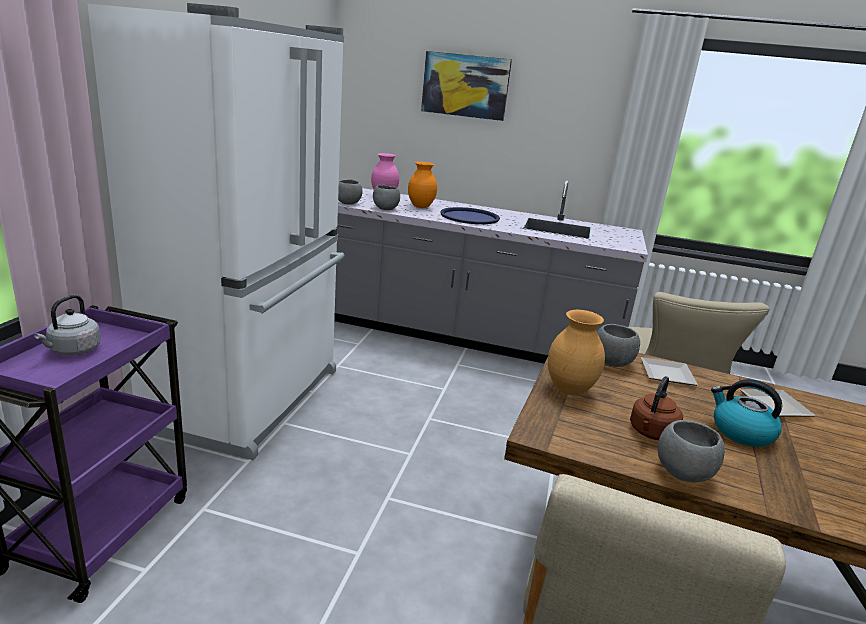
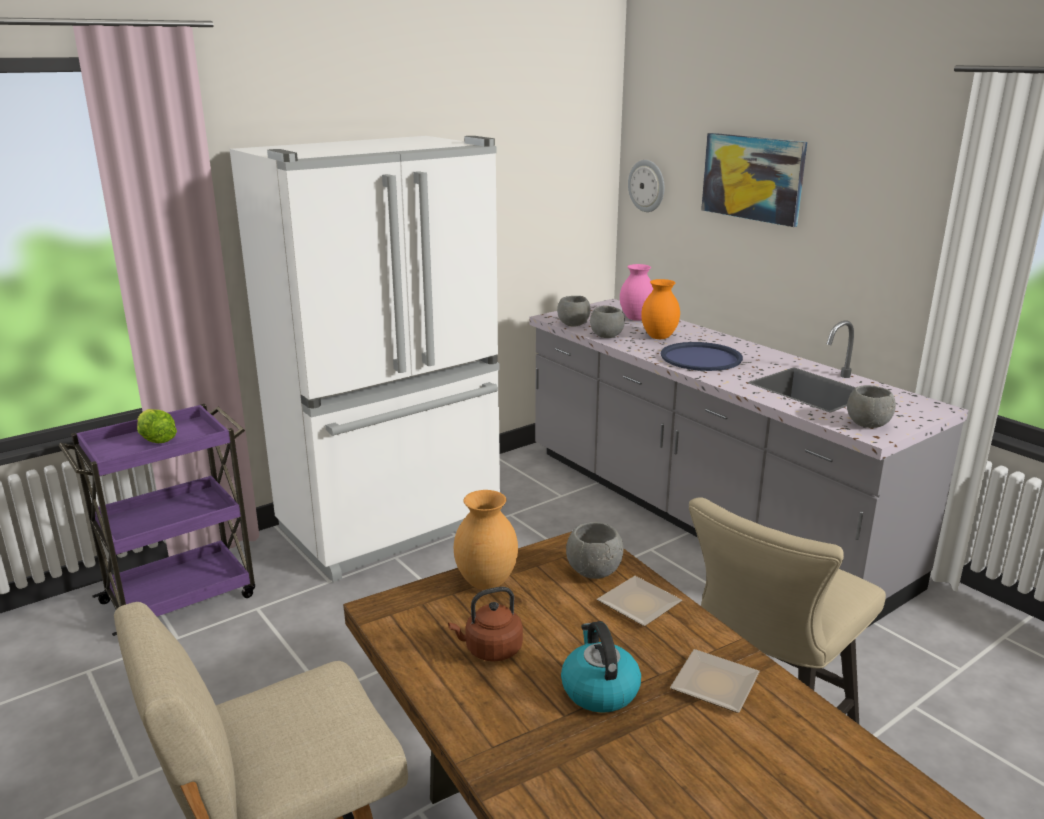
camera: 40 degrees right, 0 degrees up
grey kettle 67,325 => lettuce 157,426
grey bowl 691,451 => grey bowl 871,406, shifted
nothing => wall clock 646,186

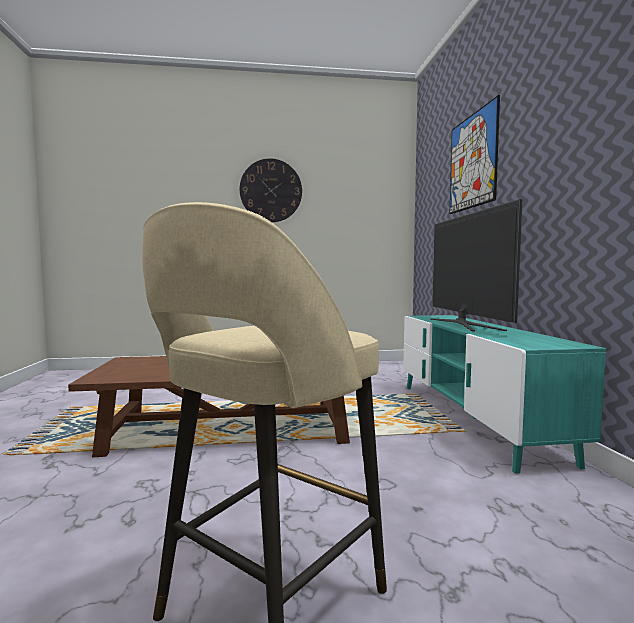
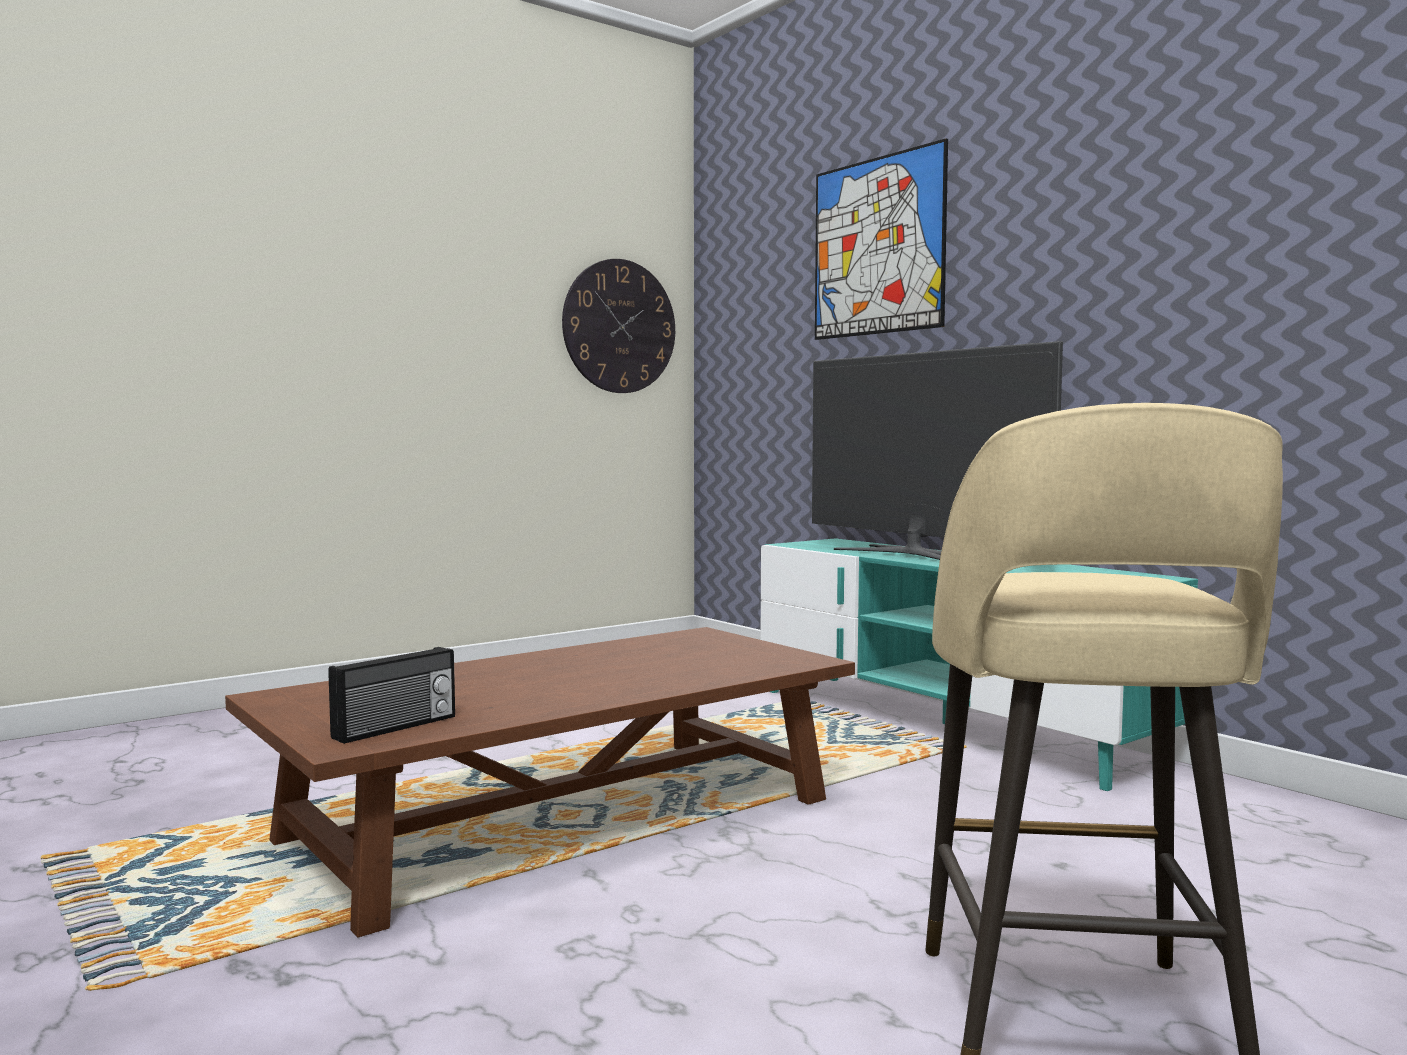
camera: 30 degrees left, 0 degrees up
wall clock 271,190 => wall clock 618,326, shifted
nothing => radio 391,695

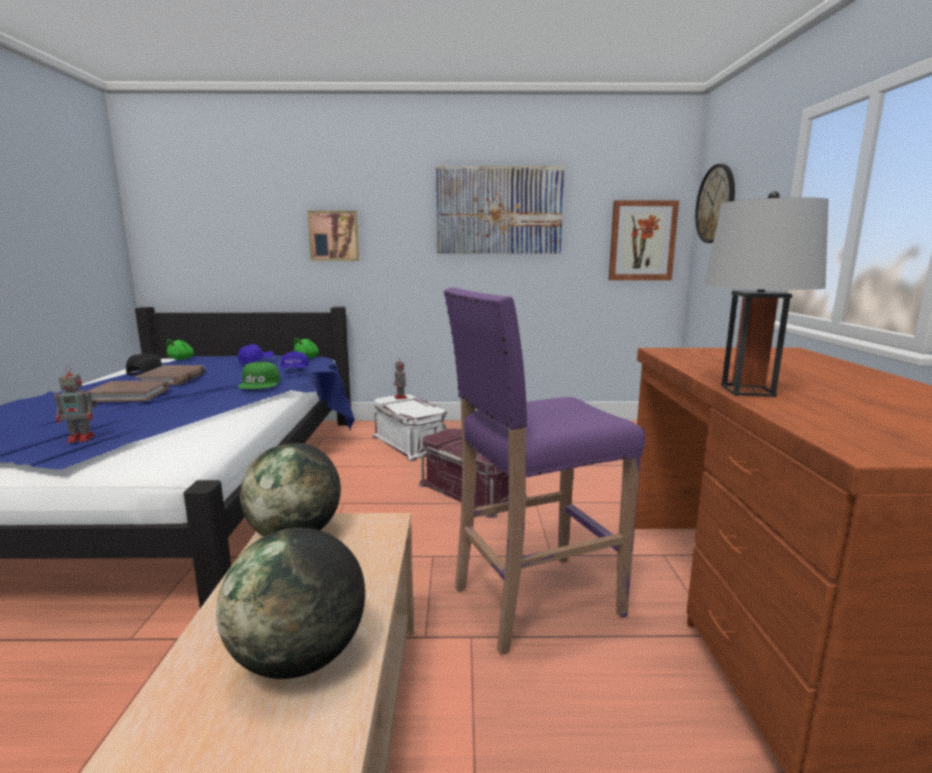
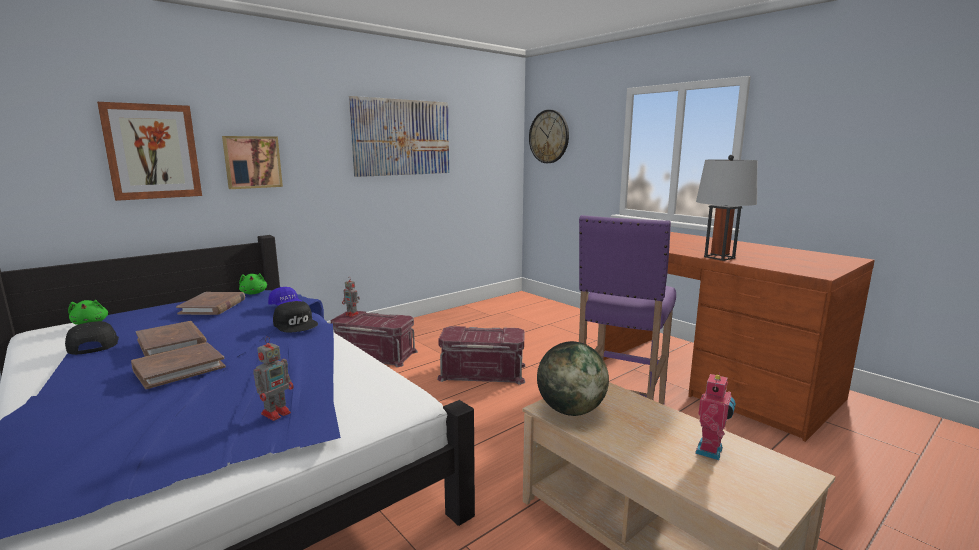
camera: 40 degrees left, 0 degrees up
globe 290,603 => toy robot 715,416
blue cap 255,354 => brown book 210,303
green cap 259,375 => black cap 295,316
white storage box 410,427 => red storage box 374,339
picture 644,240 => picture 149,151, shifted

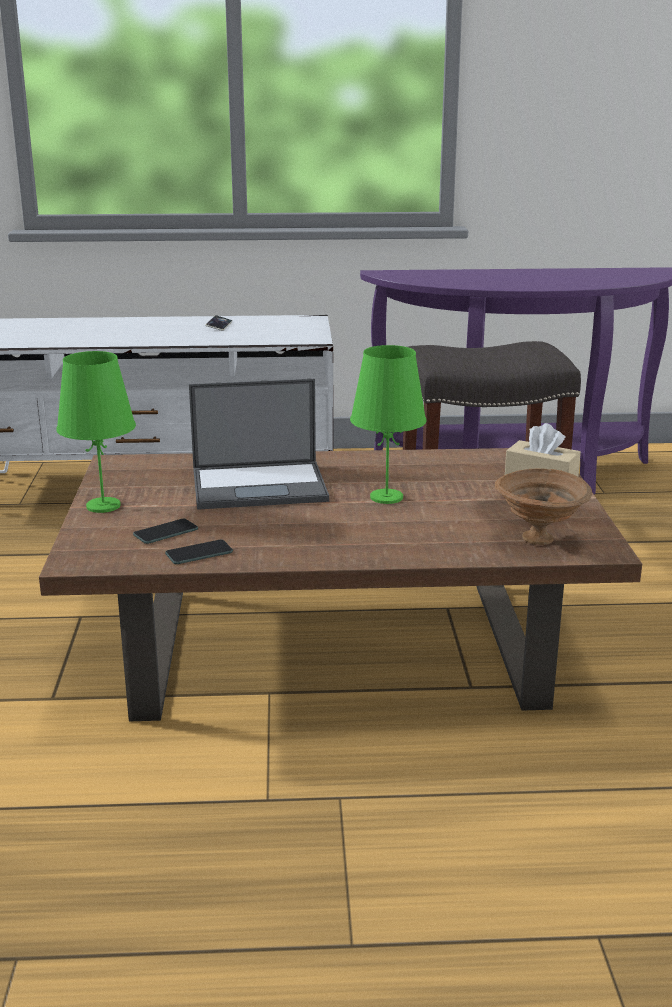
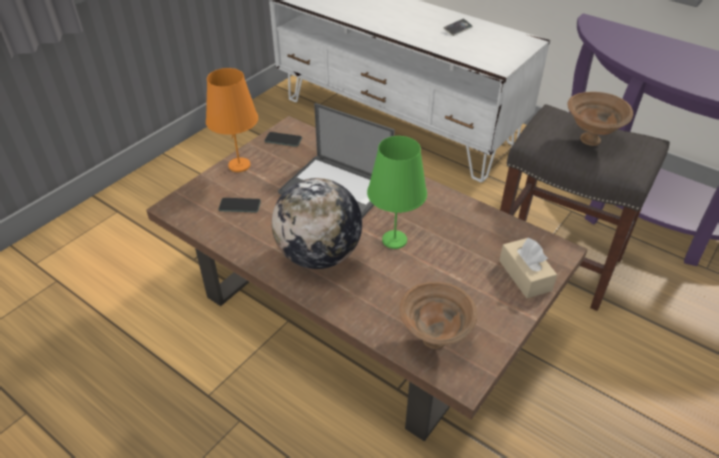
camera: 40 degrees right, 20 degrees up
green table lamp 96,432 => orange table lamp 232,120
phone 199,552 => phone 283,139, shifted
nothing => globe 317,223
nothing => brown bowl 600,119

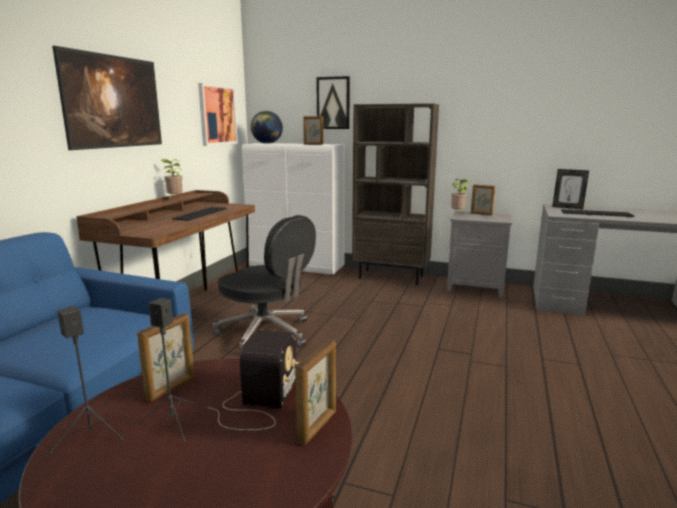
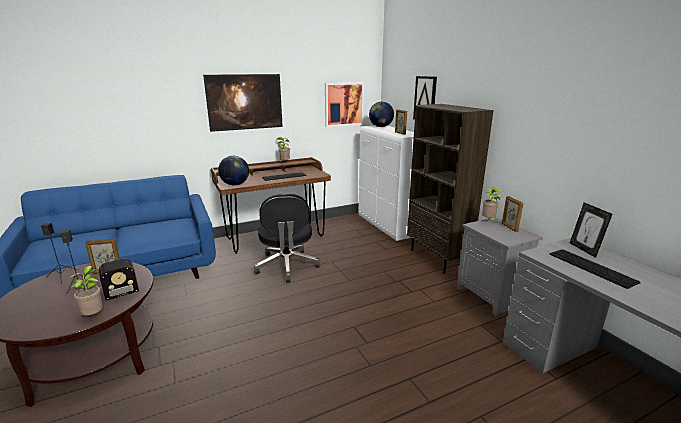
camera: 45 degrees right, 5 degrees up
picture frame 315,393 => potted plant 86,291
nothing => globe 233,170

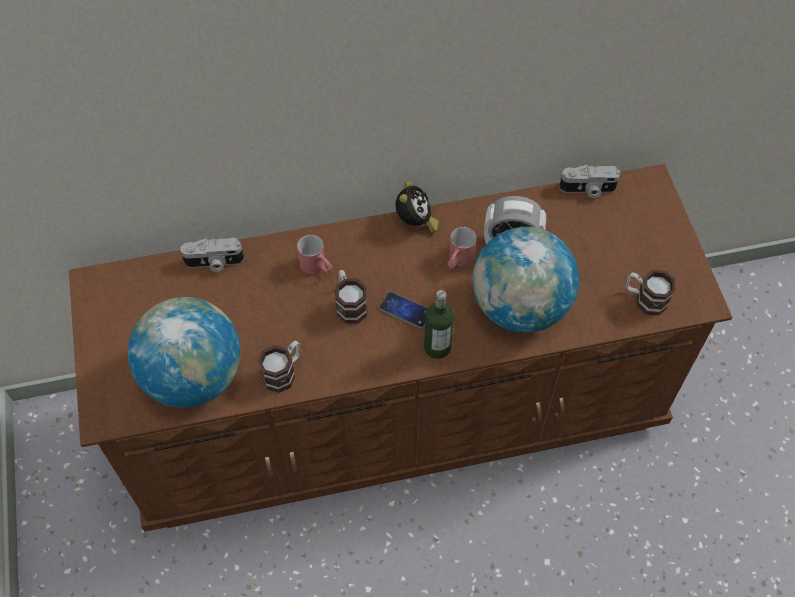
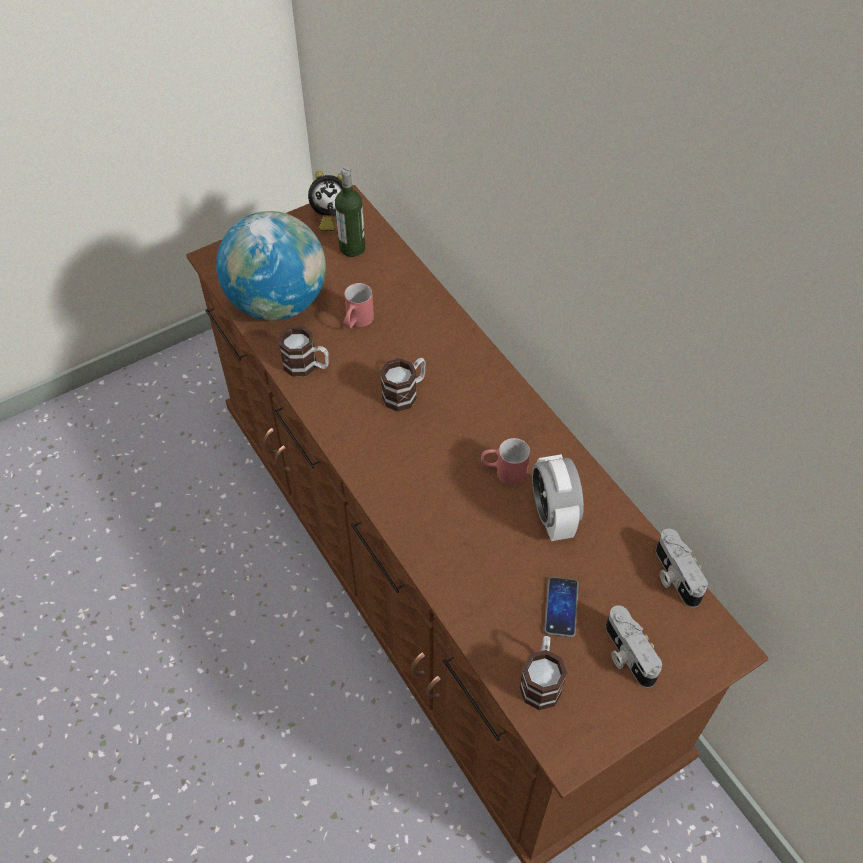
camera: 70 degrees right, 5 degrees down
photo camera 212,255 => photo camera 634,646, shifted
red mug 315,254 => red mug 359,306, shifted
phone 403,310 => phone 561,607, shifted
alarm clock 417,207 => alarm clock 325,201, shifted
bottle 439,324 => bottle 350,212, shifted
globe 526,280 => nothing

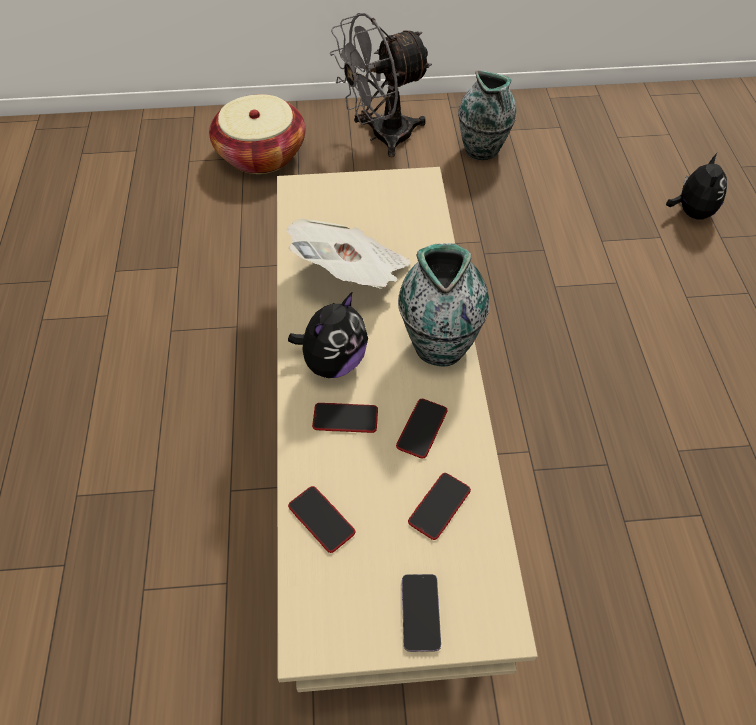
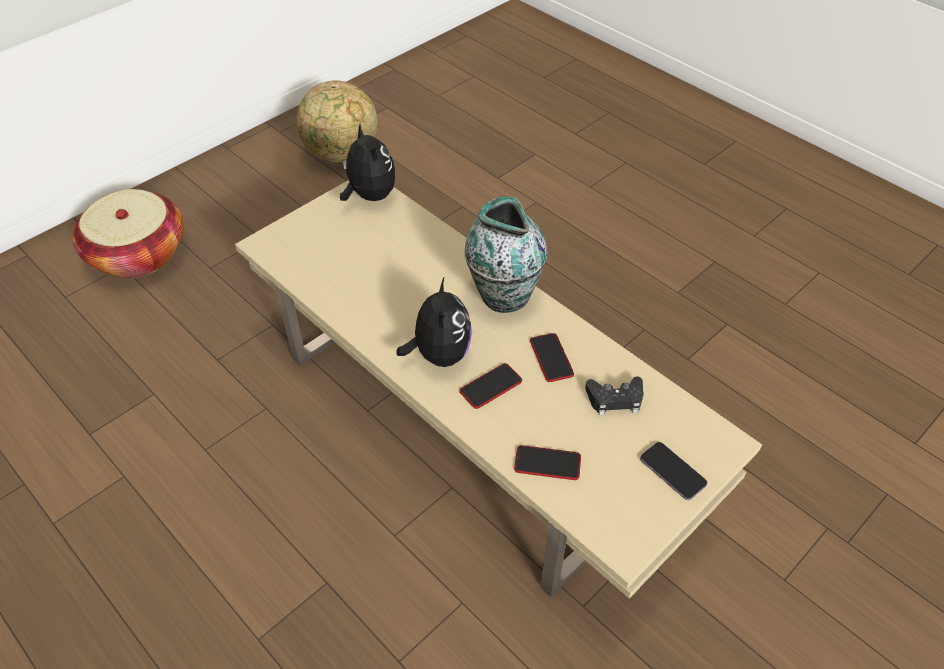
camera: 40 degrees left, 5 degrees down
newspaper 348,254 => nothing
grey fan 381,85 => nothing
phone 439,506 => black game controller 614,395
vase 487,115 => globe 336,121
plush toy 696,186 => plush toy 368,162, shifted

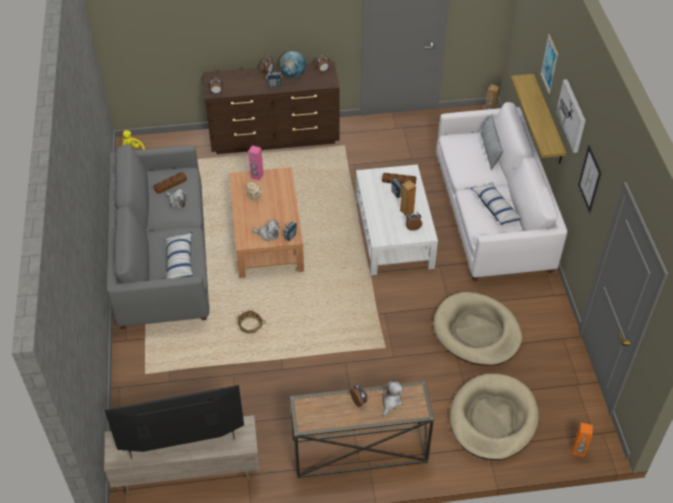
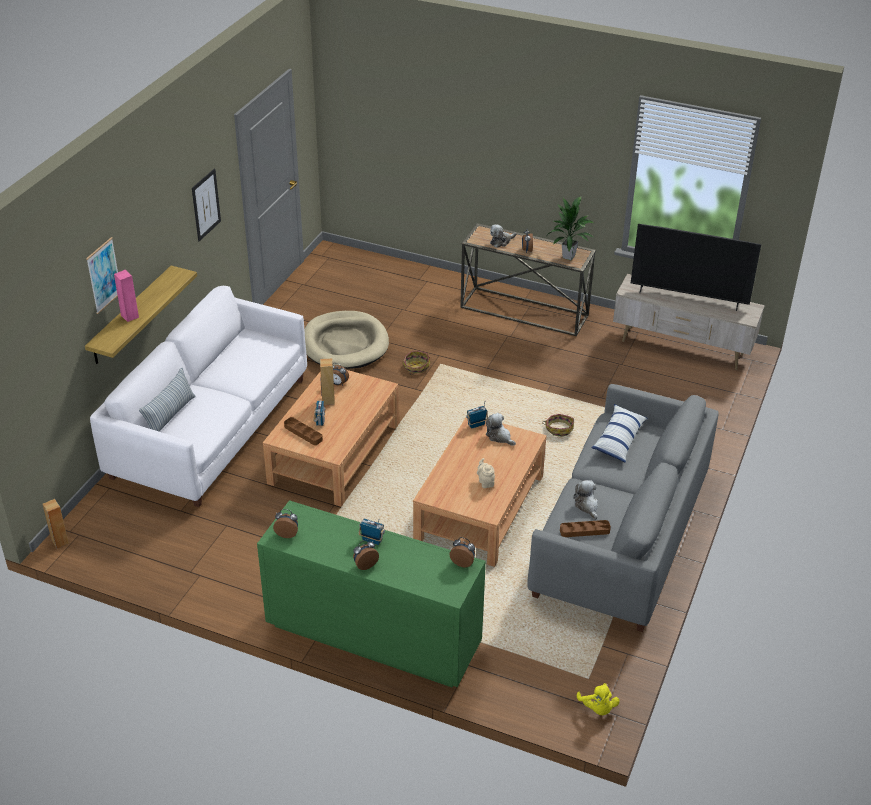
camera: 150 degrees left, 10 degrees down
brown dresser 271,107 => green dresser 371,593
pink speaker 256,163 => pink speaker 126,296, shifted
globe 293,64 => nothing
white coffee table 396,219 => brown coffee table 331,438
beige dog bed 494,417 => nothing
pillow 495,204 => nothing
picture 571,116 => nothing
orange speaker 582,440 => nothing
nothing => basket 416,363
nothing => potted plant 570,228

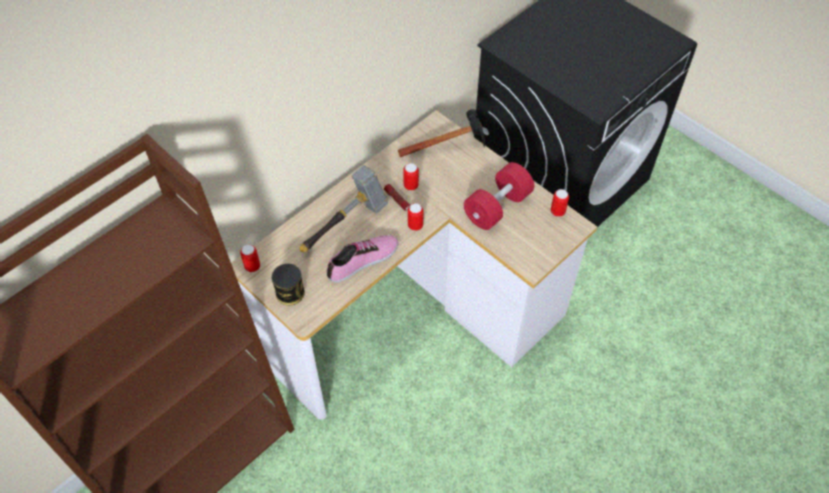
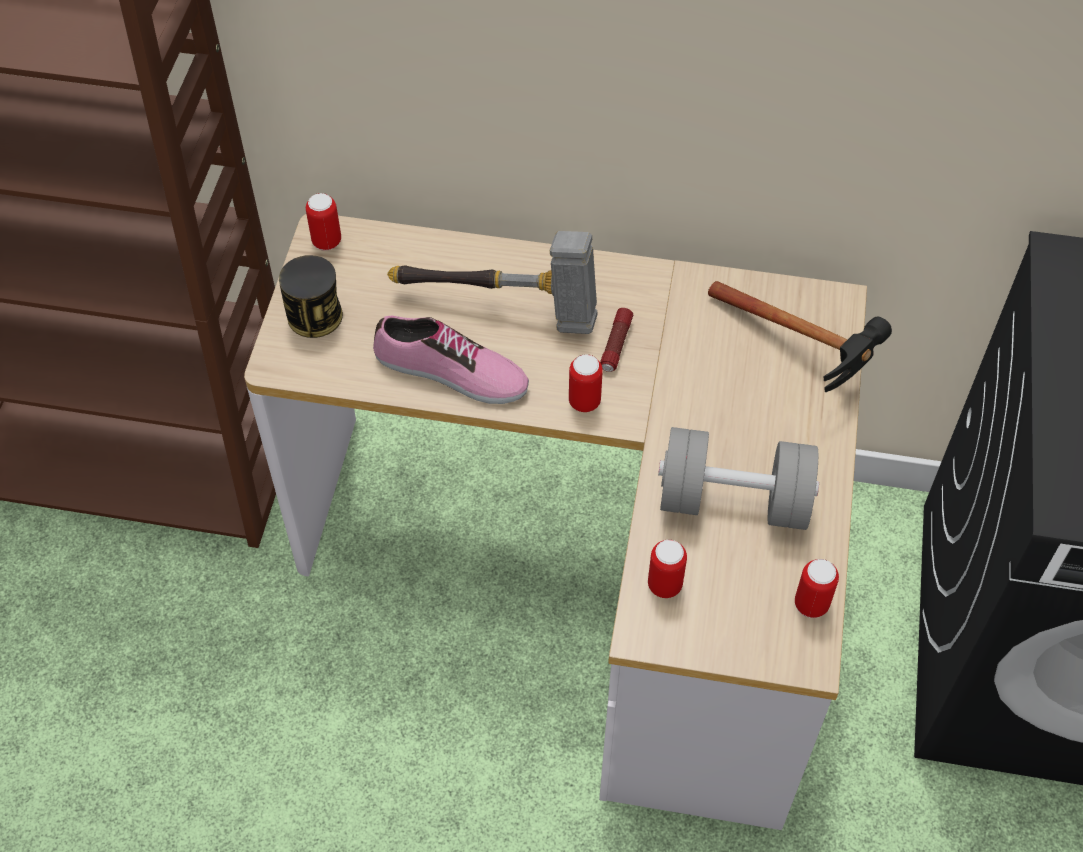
camera: 55 degrees right, 0 degrees up
can 411,176 => can 667,569, shifted
red dumbbell 498,196 => grey dumbbell 738,478

